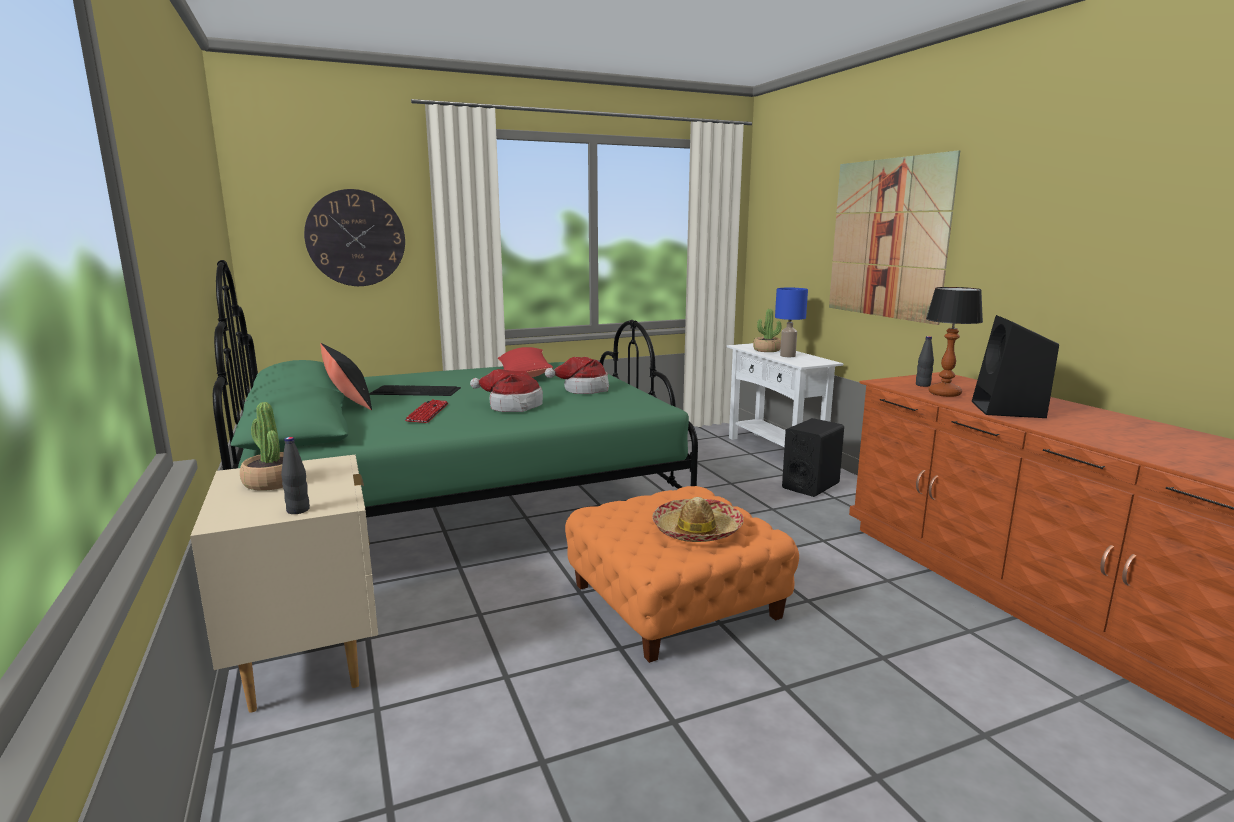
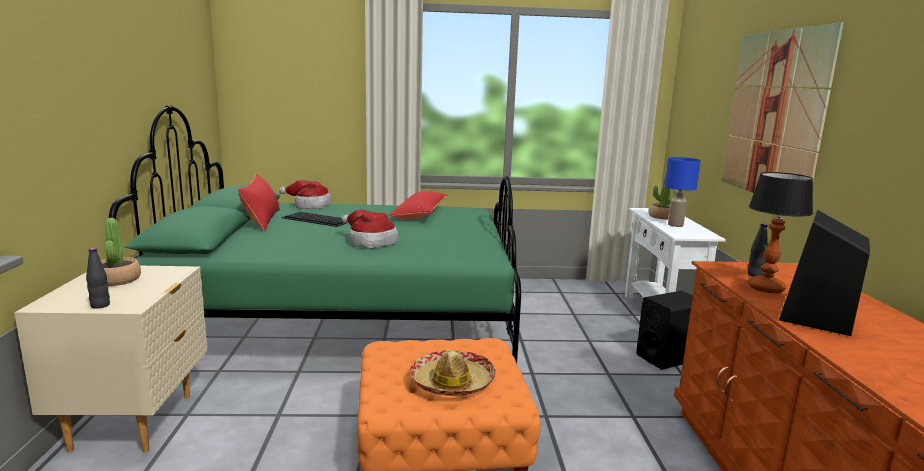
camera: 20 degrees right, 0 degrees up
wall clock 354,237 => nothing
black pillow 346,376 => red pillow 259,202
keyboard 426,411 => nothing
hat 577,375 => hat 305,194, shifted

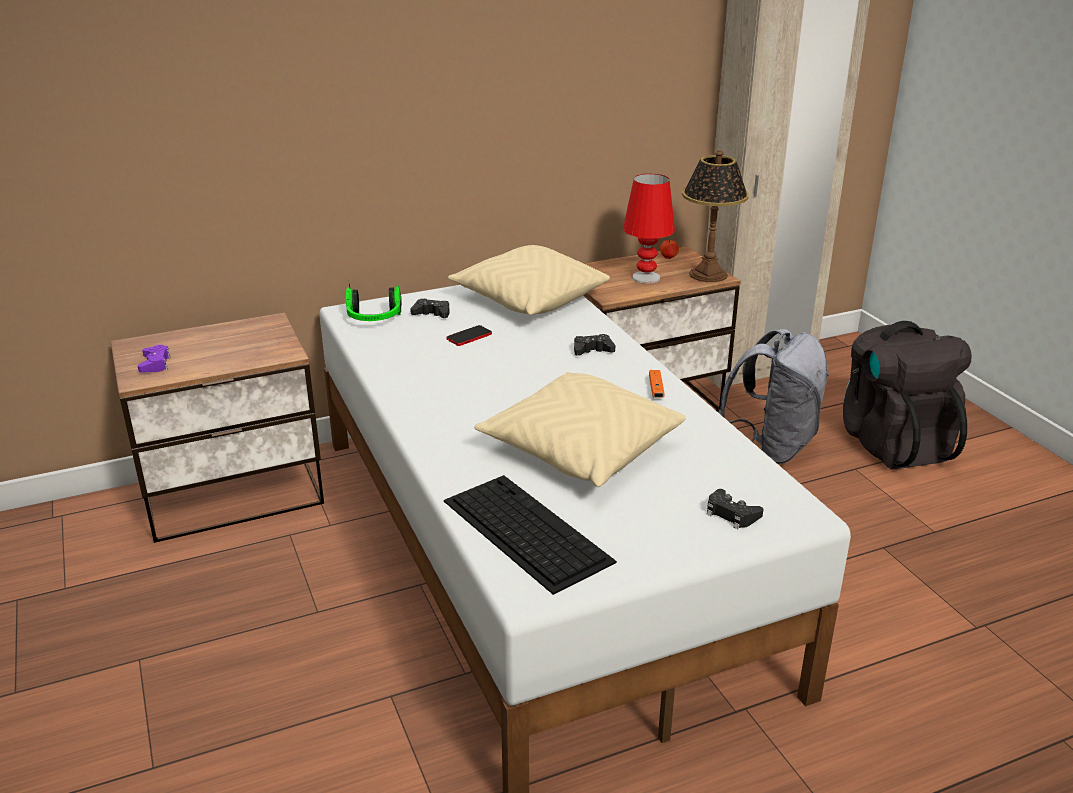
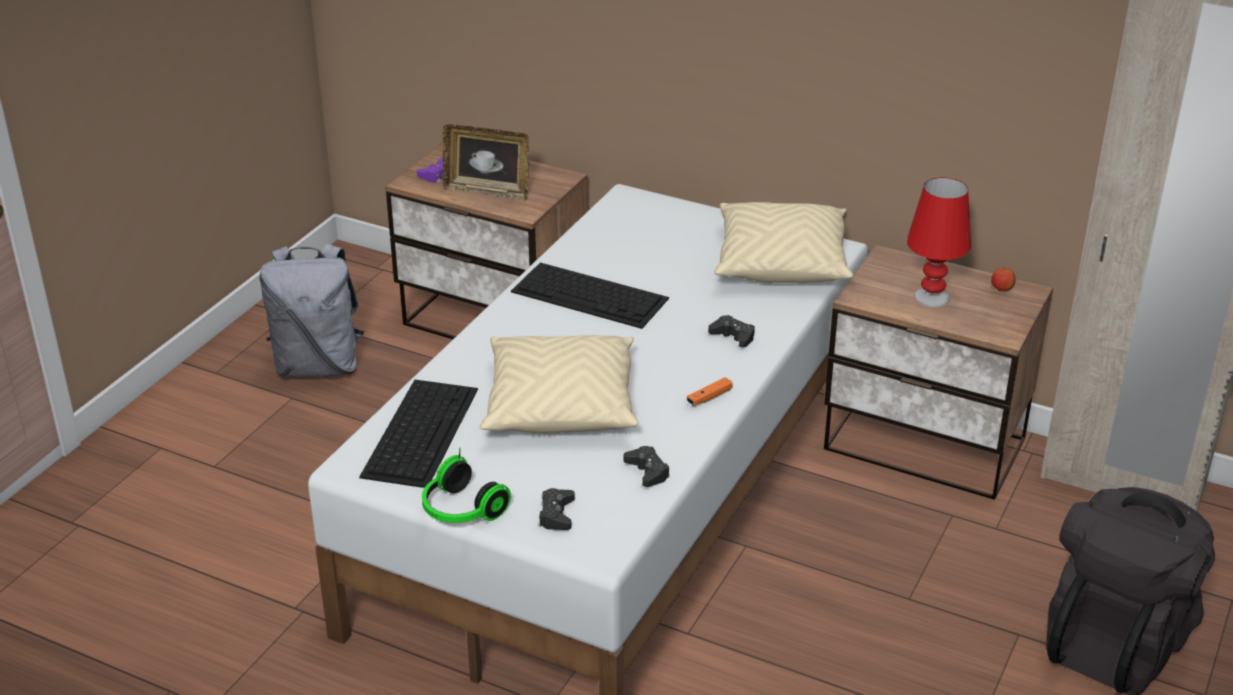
camera: 50 degrees right, 5 degrees up
headphones 374,300 => headphones 466,485, shifted
black game controller 430,308 => black game controller 647,466, shifted
phone 469,335 => nothing
table lamp 715,216 => nothing
grey backpack 773,396 => grey backpack 311,311, shifted
nothing => picture frame 485,162
nothing => keyboard 590,296

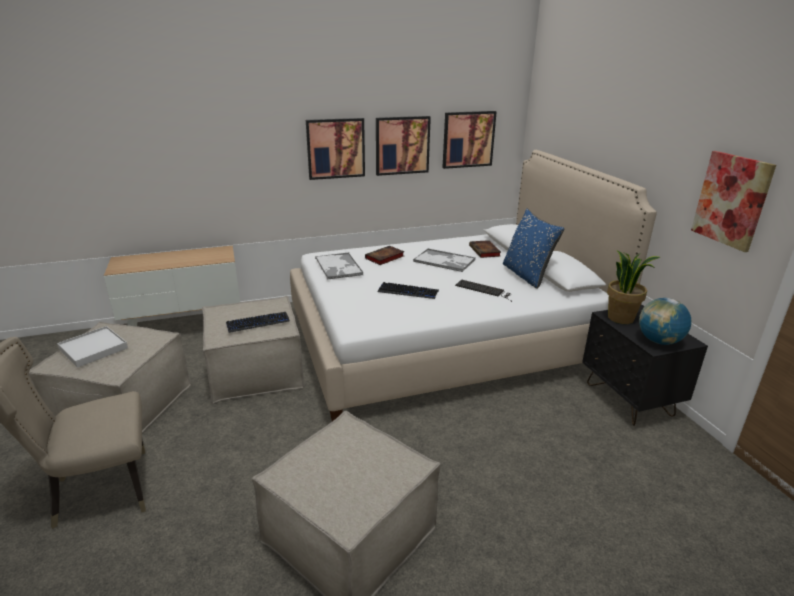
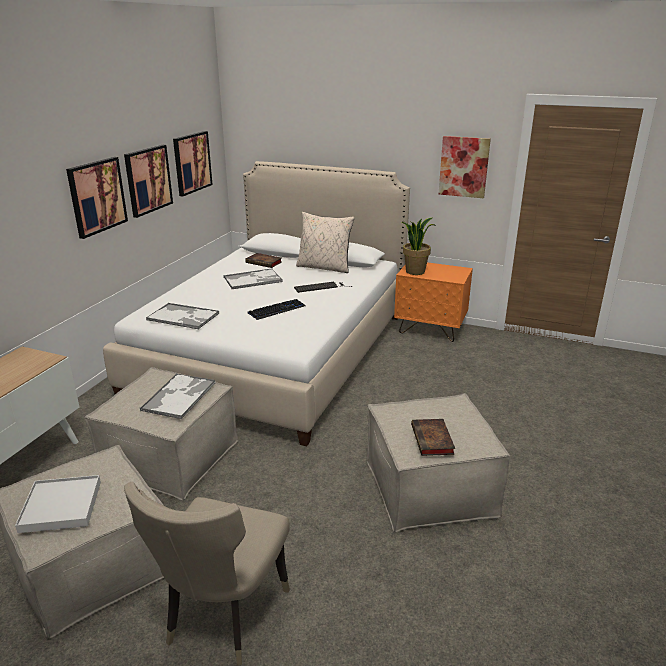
camera: 50 degrees left, 0 degrees up
keyboard 258,322 => tray 177,396
book 384,255 => book 433,437, shifted
blue pillow 533,249 => beige pillow 325,242
black nightstand 645,365 => orange nightstand 433,302
globe 665,321 => nothing

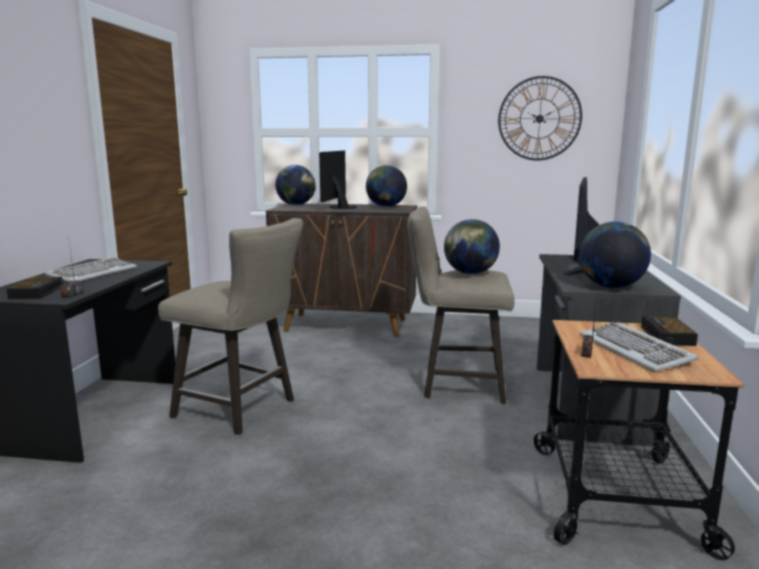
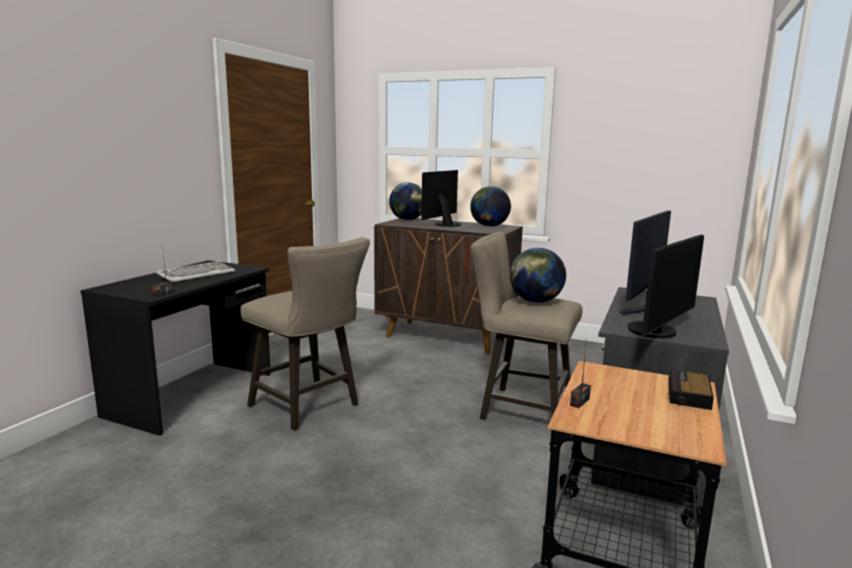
camera: 15 degrees right, 0 degrees up
alarm clock 34,288 => nothing
wall clock 540,118 => nothing
globe 615,255 => monitor 665,286
keyboard 639,347 => nothing

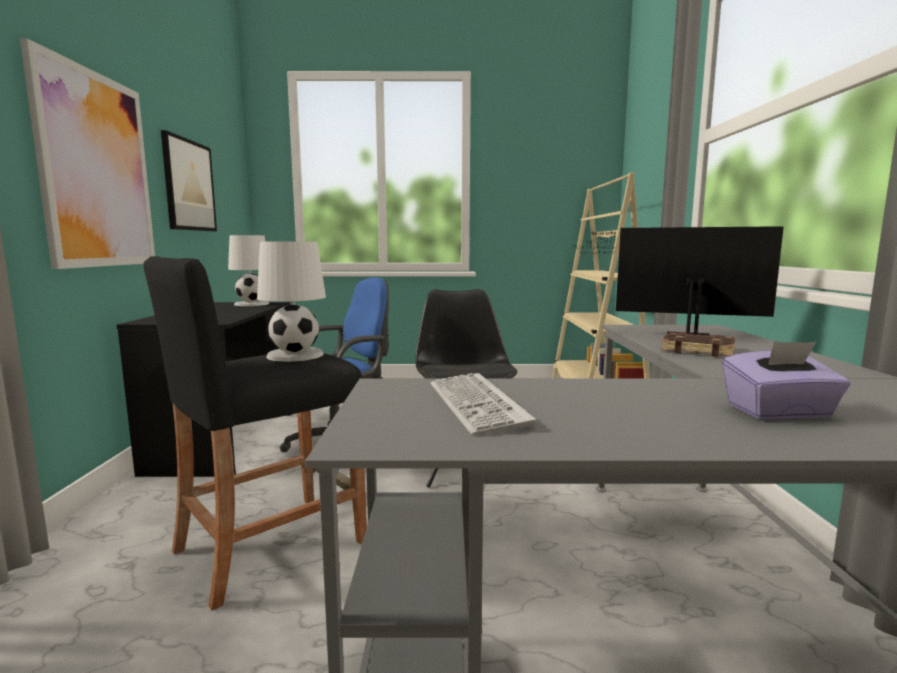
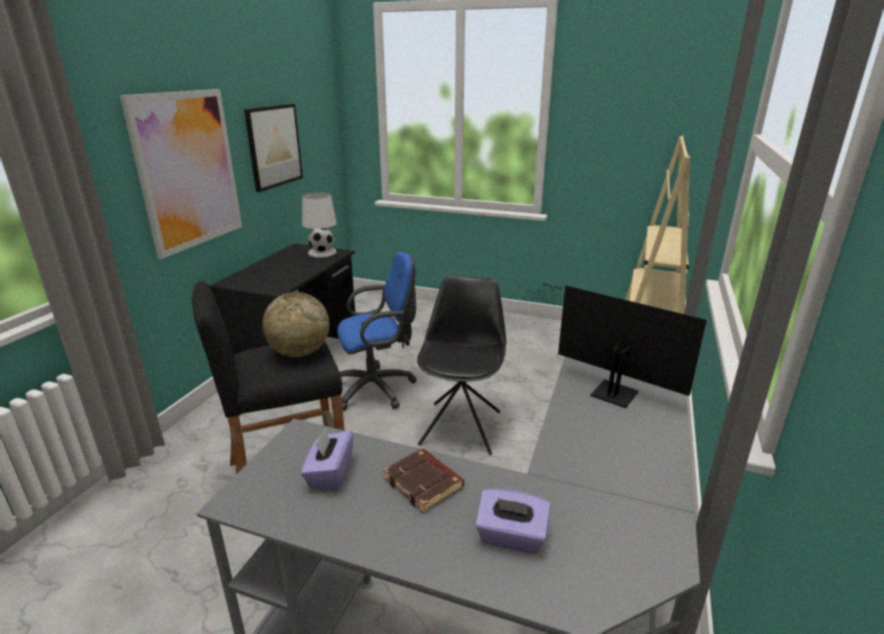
camera: 20 degrees right, 15 degrees up
white table lamp 291,302 => globe 295,324
keyboard 484,404 => purple tissue box 327,459
brown book 698,344 => brown book 423,481, shifted

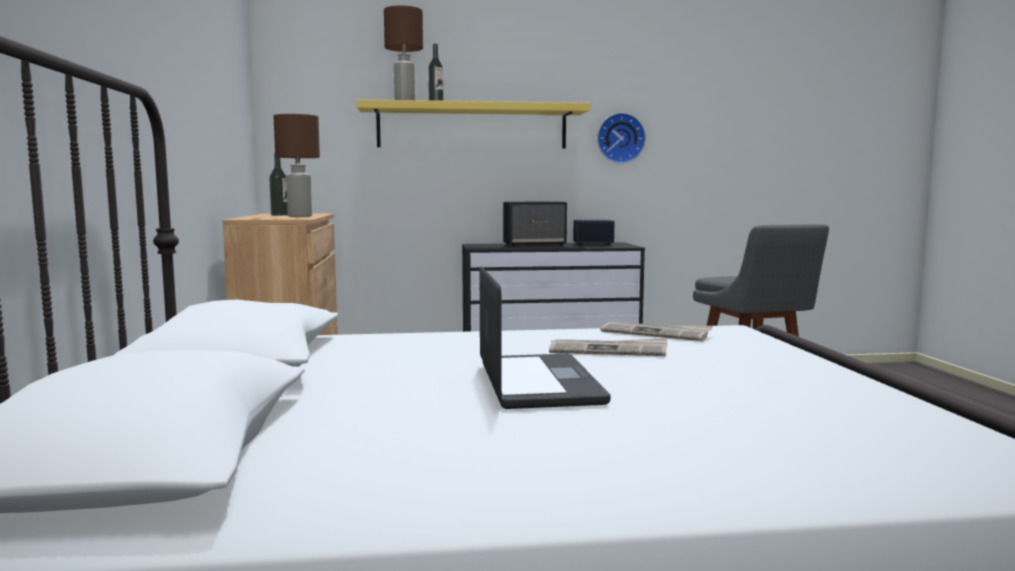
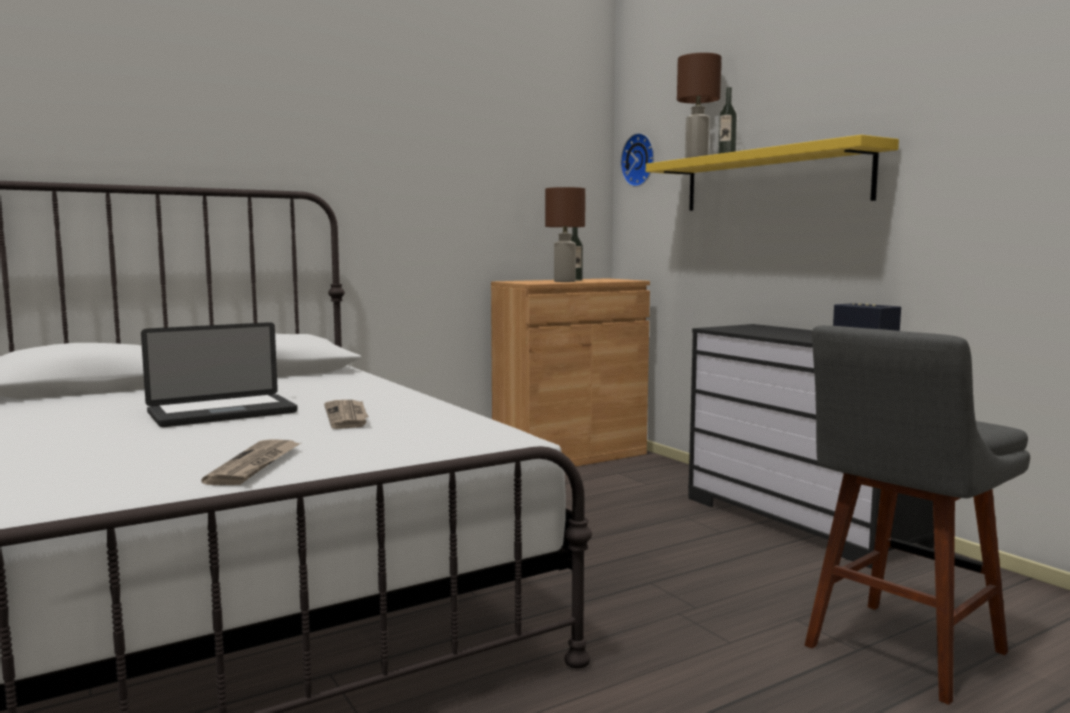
camera: 65 degrees right, 0 degrees up
speaker 535,224 => nothing
wall clock 621,138 => wall clock 637,160, shifted
newspaper 657,331 => newspaper 251,462, shifted

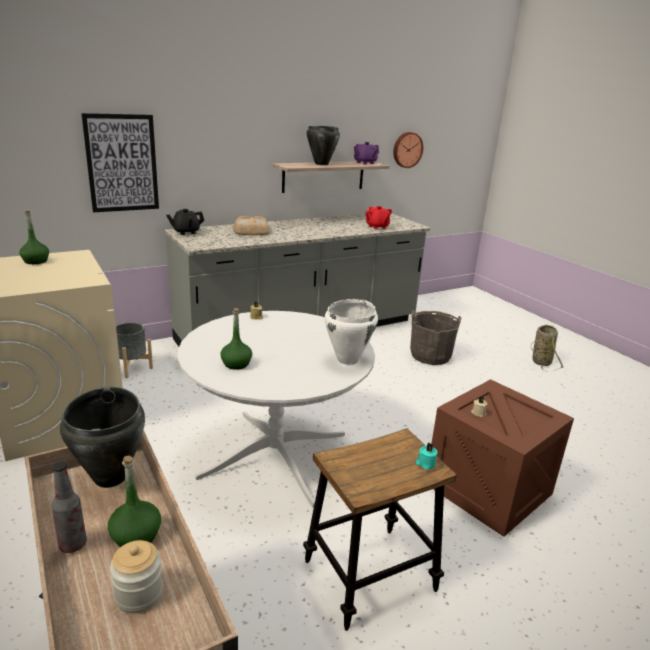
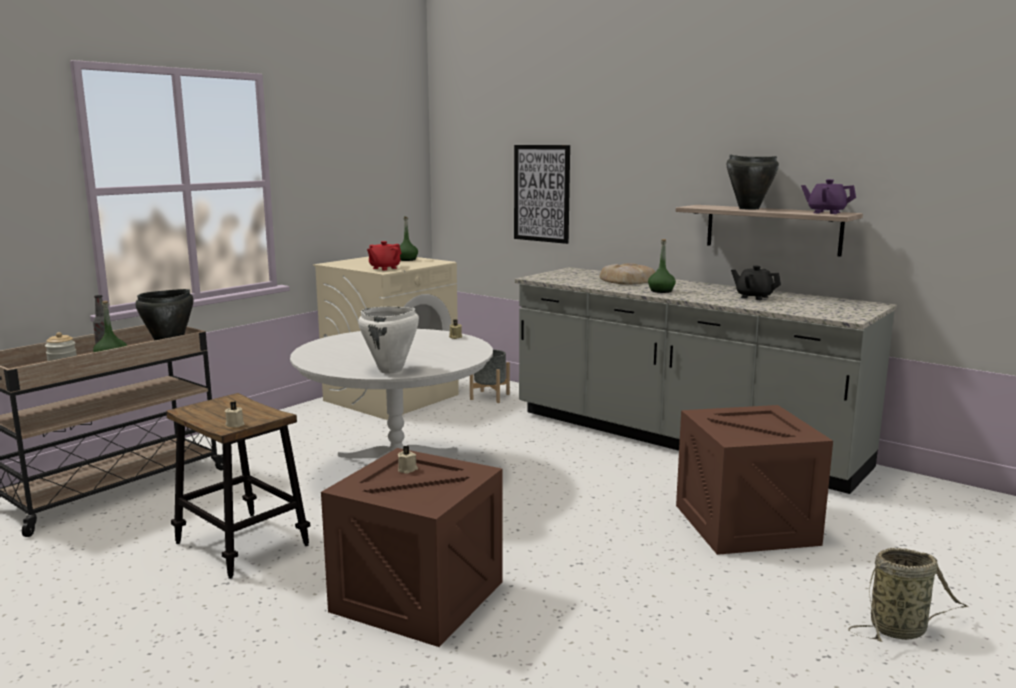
camera: 70 degrees right, 10 degrees down
black teapot 185,222 => black teapot 756,283, shifted
green bottle 236,339 => green bottle 662,266, shifted
red teapot 378,217 => red teapot 384,255, shifted
wall clock 408,150 => nothing
grey bucket 436,337 => crate 754,480
turquoise candle 427,456 => beige candle 235,415

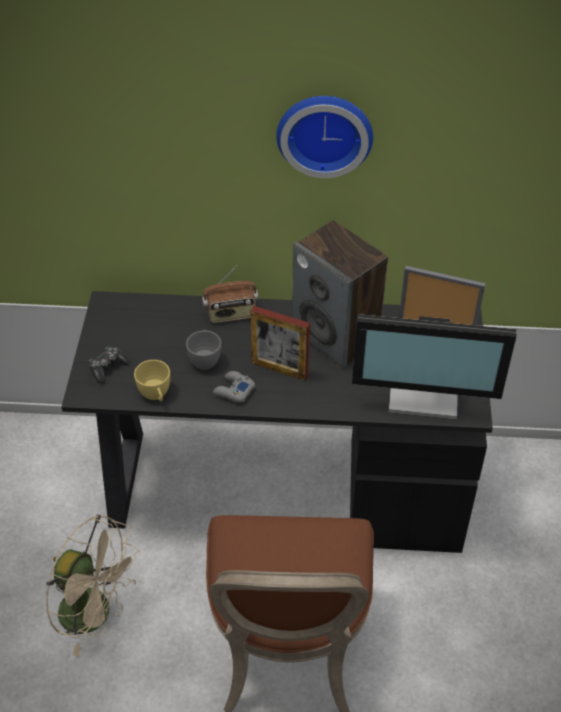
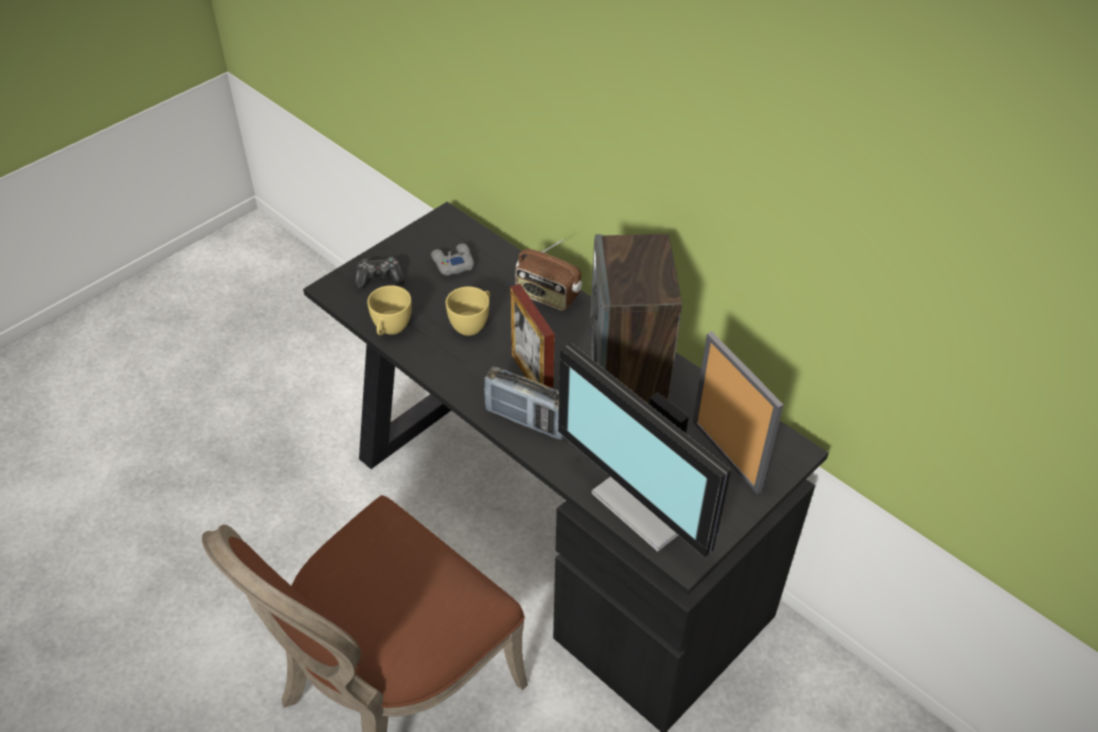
camera: 40 degrees right, 0 degrees up
beige fan 93,585 => nothing
grey cup 203,350 => yellow cup 468,311
grey game controller 234,387 => grey game controller 452,259, shifted
wall clock 324,137 => nothing
nothing => radio 524,403

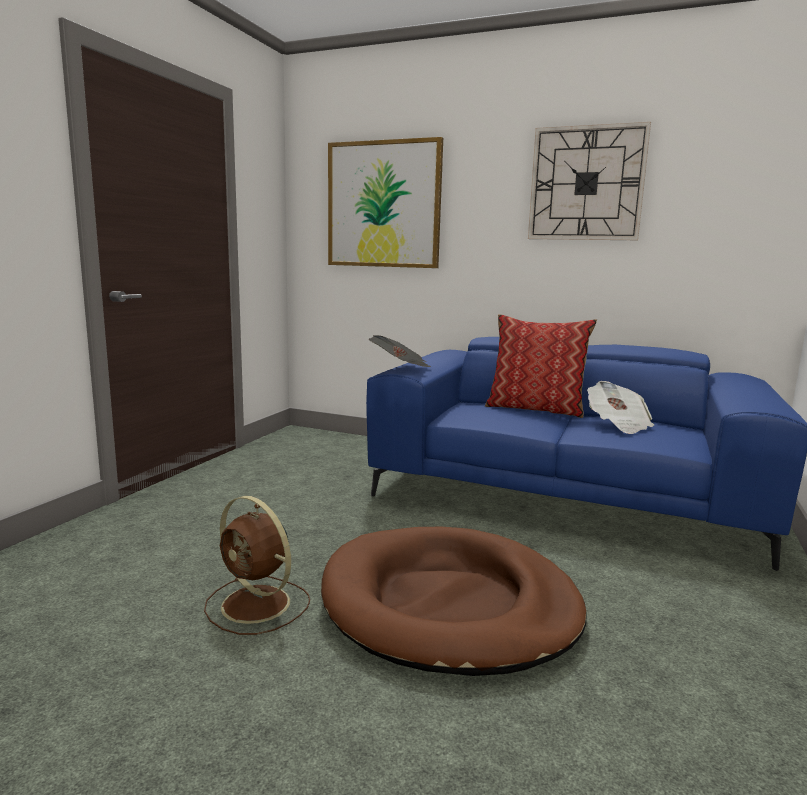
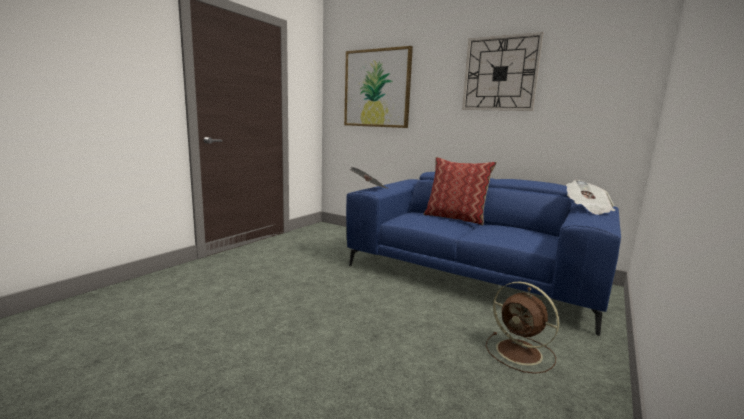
camera: 10 degrees right, 0 degrees up
brown fan 257,565 => brown fan 523,328, shifted
brown dog bed 454,601 => nothing
newspaper 620,407 => newspaper 591,197, shifted

